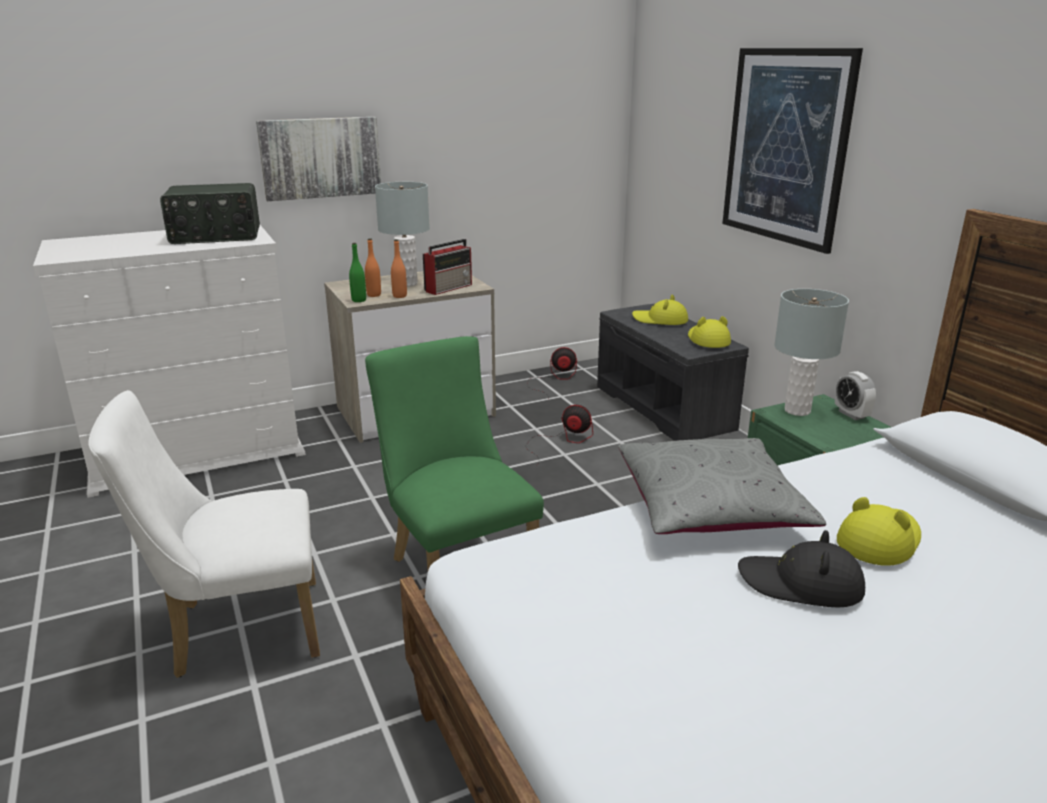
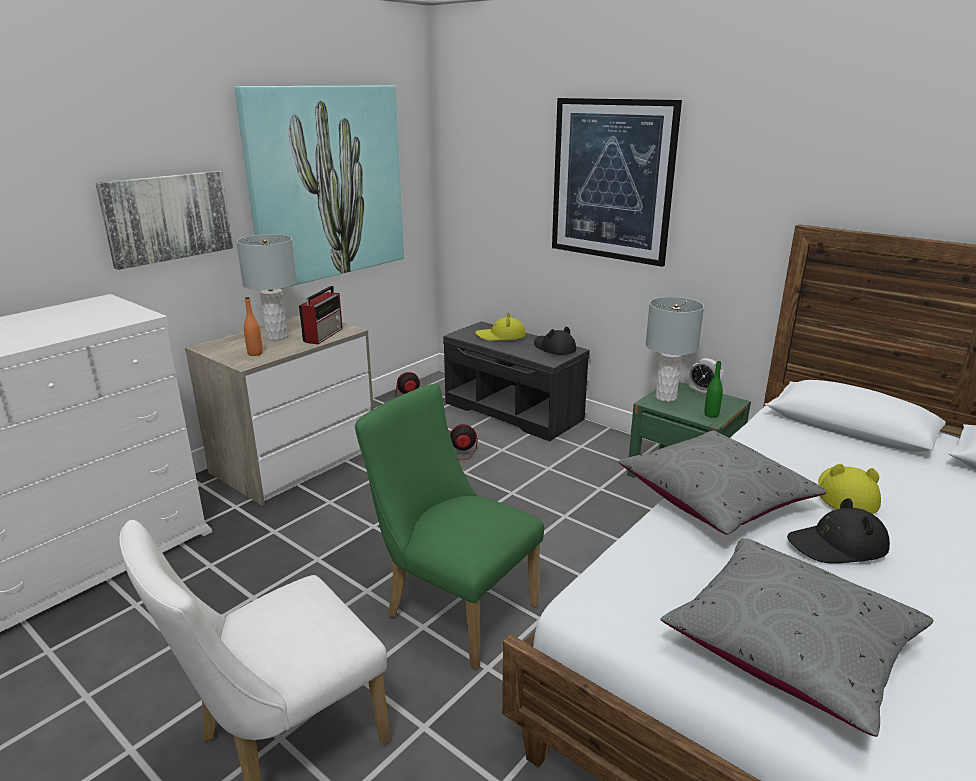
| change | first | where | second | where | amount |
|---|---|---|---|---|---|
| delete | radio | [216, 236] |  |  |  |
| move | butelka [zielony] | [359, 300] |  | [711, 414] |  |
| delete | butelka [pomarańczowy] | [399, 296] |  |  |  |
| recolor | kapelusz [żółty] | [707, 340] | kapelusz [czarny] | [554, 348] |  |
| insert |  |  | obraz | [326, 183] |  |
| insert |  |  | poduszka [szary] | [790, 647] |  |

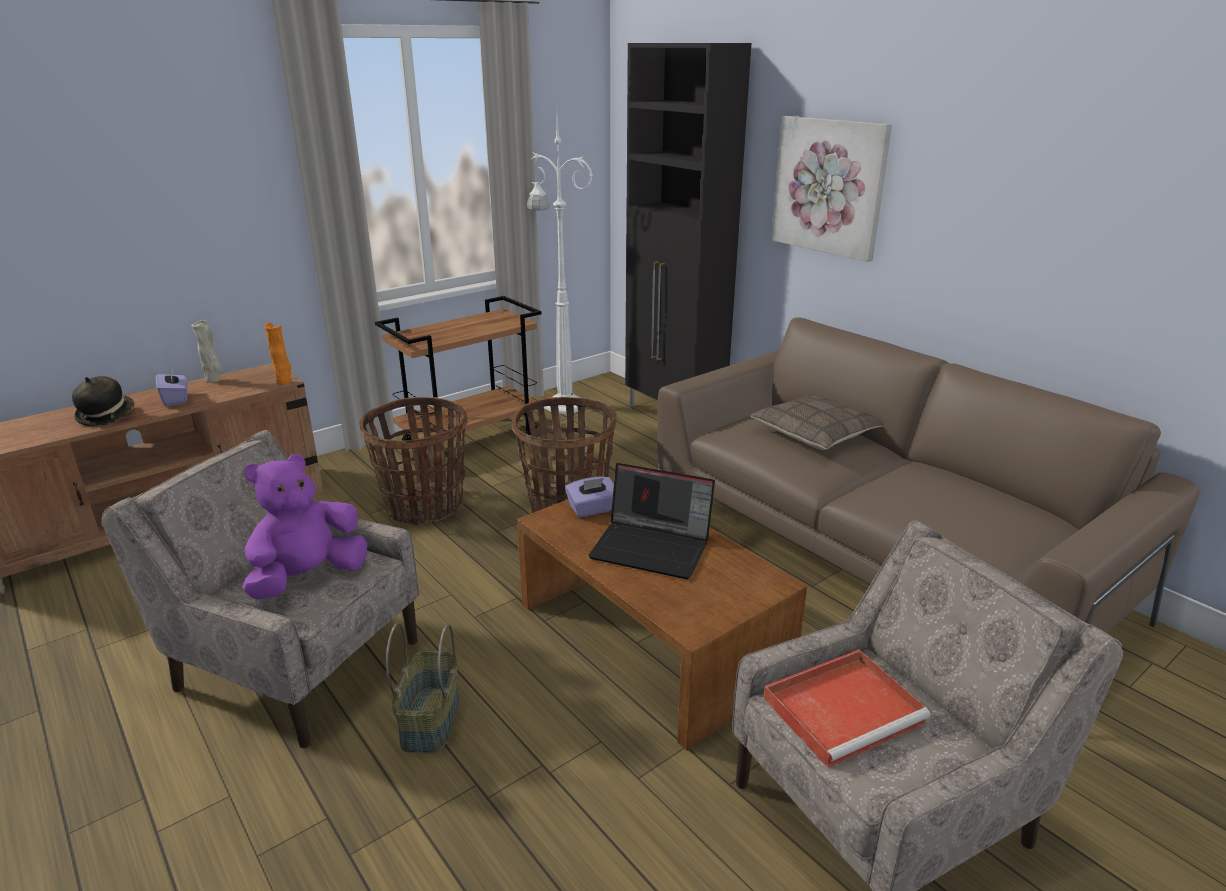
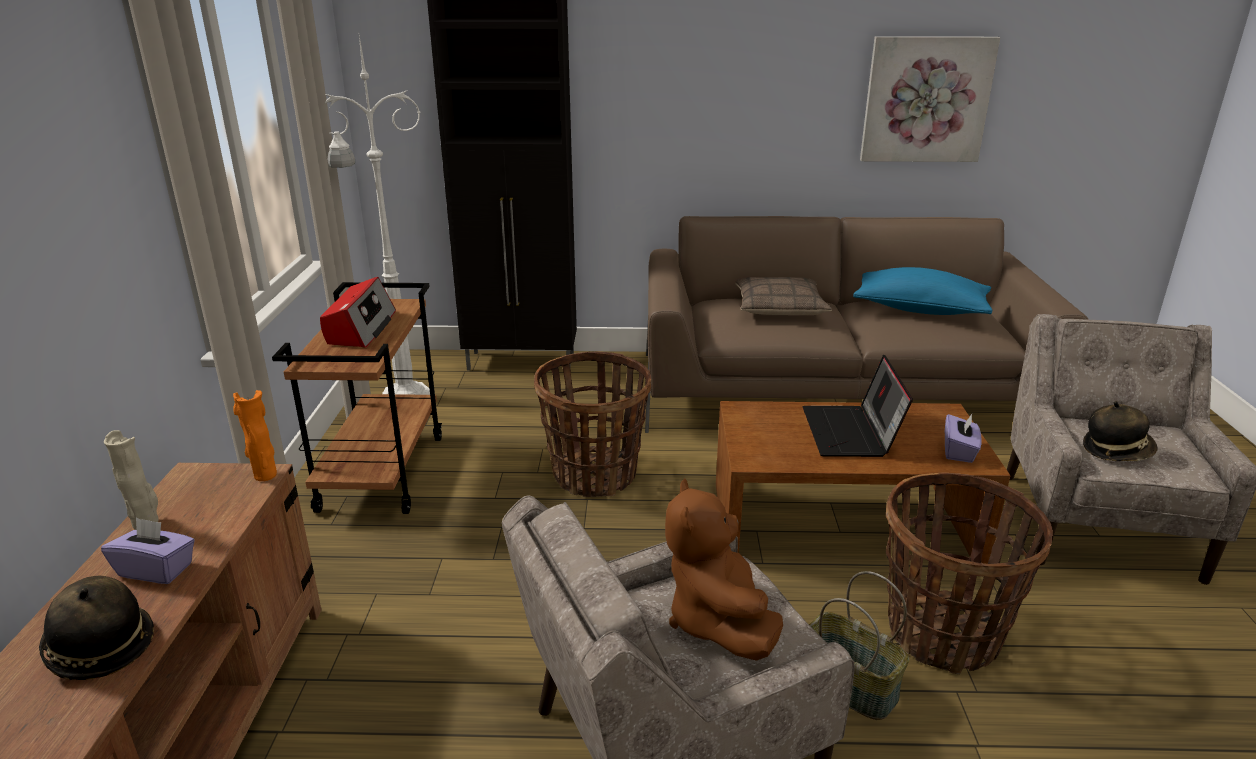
| change | first | where | second | where | amount |
|---|---|---|---|---|---|
| recolor | pluszak [fioletowy] | [308, 578] | pluszak [brązowy] | [717, 621] |  |
| move | koszyk | [424, 507] |  | [943, 633] |  |
| move | pudełko chusteczek [fioletowy] | [592, 509] |  | [959, 451] |  |
| rotate | laptop | [653, 547] |  | [851, 433] | 120 degrees clockwise |
| replace | taca [czerwony] | [845, 709] | kapelusz | [1116, 451] |  |
| move | obraz | [829, 186] |  | [926, 100] |  |
| insert |  |  | radio | [360, 328] |  |
| insert |  |  | poduszka [niebieski] | [920, 310] |  |

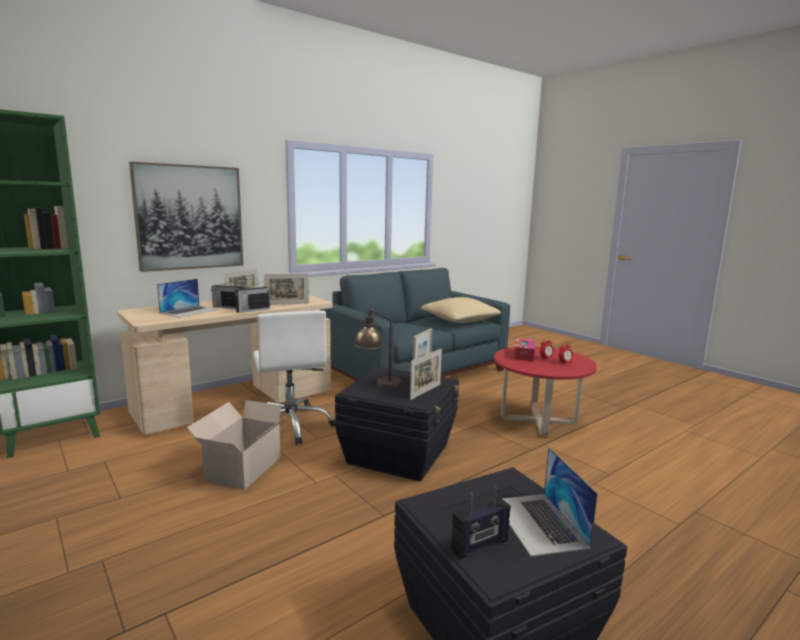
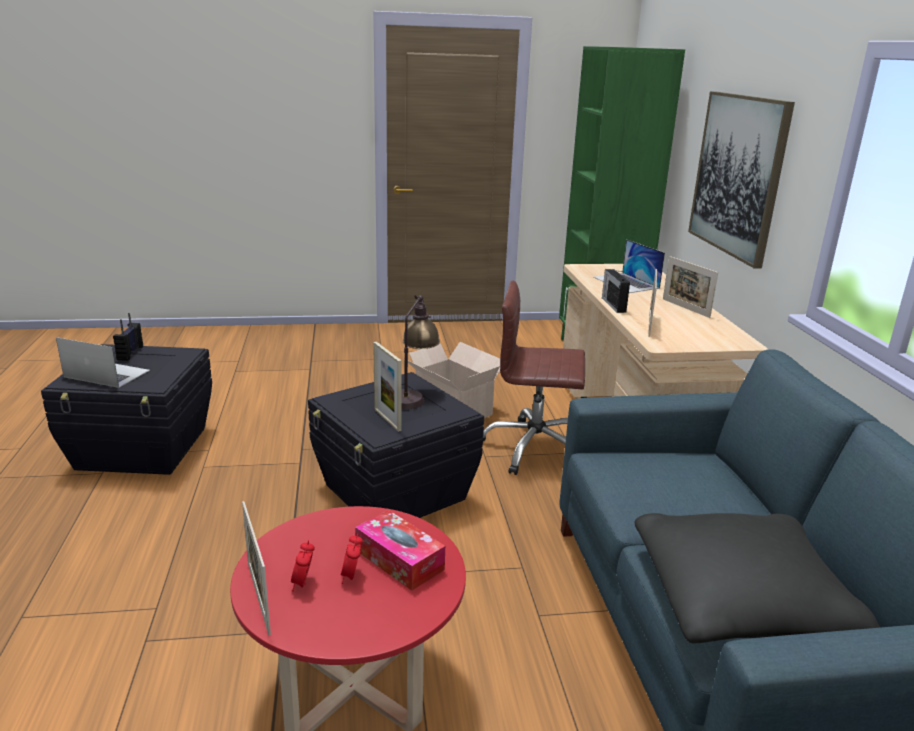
| change | first | where | second | where | amount |
|---|---|---|---|---|---|
| delete | radio | [228, 307] |  |  |  |
| recolor | krzesło biurowe [biały] | [291, 426] | krzesło biurowe [brązowy] | [534, 448] |  |
| move | ramka na zdjęcie | [425, 392] |  | [258, 598] |  |
| recolor | poduszka [beżowy] | [459, 320] | poduszka [czarny] | [740, 600] |  |

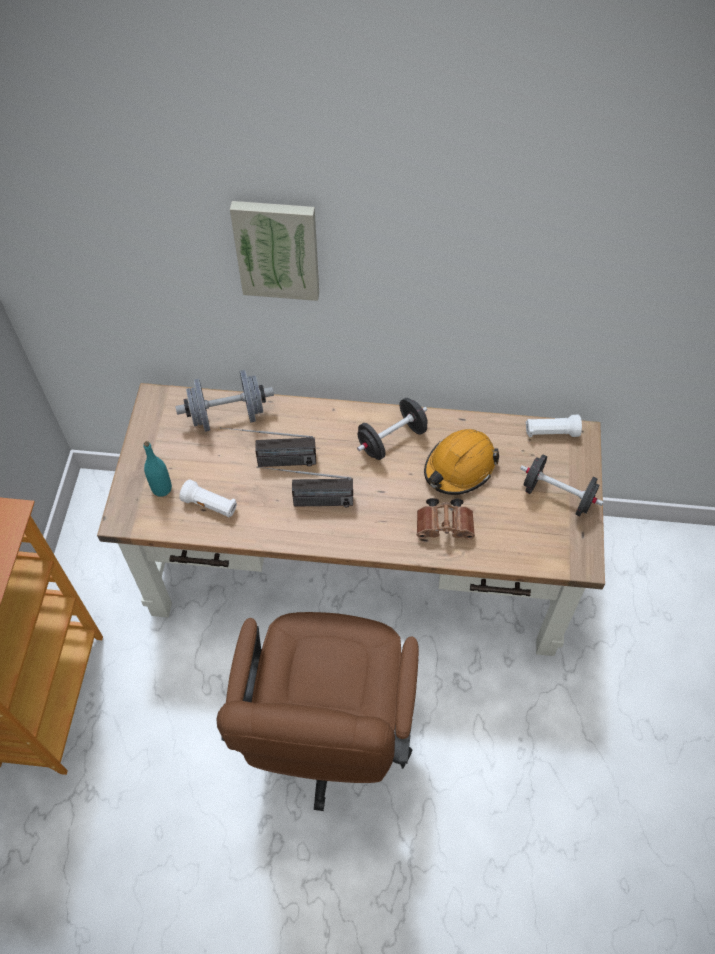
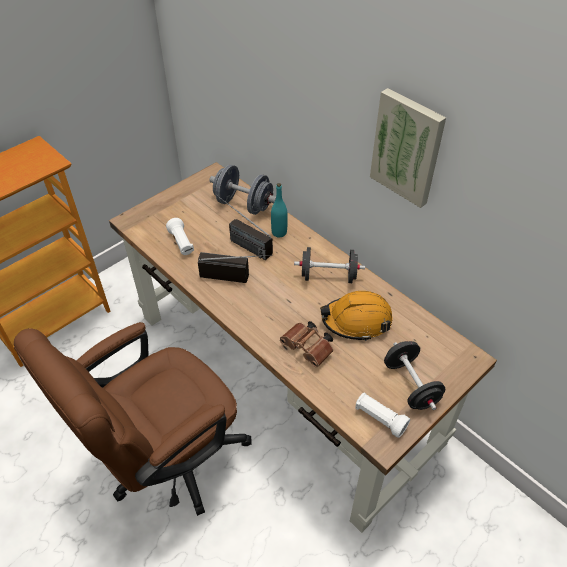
| change | first | where | second | where | amount |
|---|---|---|---|---|---|
| move | butelka [turkusowy] | [162, 488] |  | [279, 232] |  |
| move | obraz | [277, 248] |  | [407, 147] |  |
| rotate | radio | [307, 501] |  | [237, 276] | 150 degrees clockwise |
| move | latarka [biały] | [551, 432] |  | [380, 418] |  |

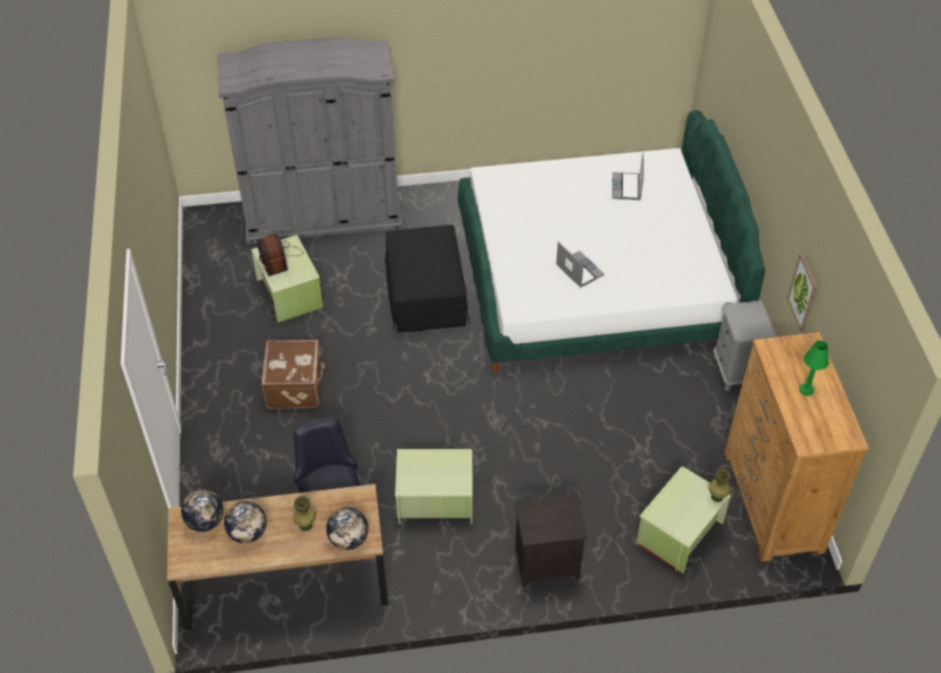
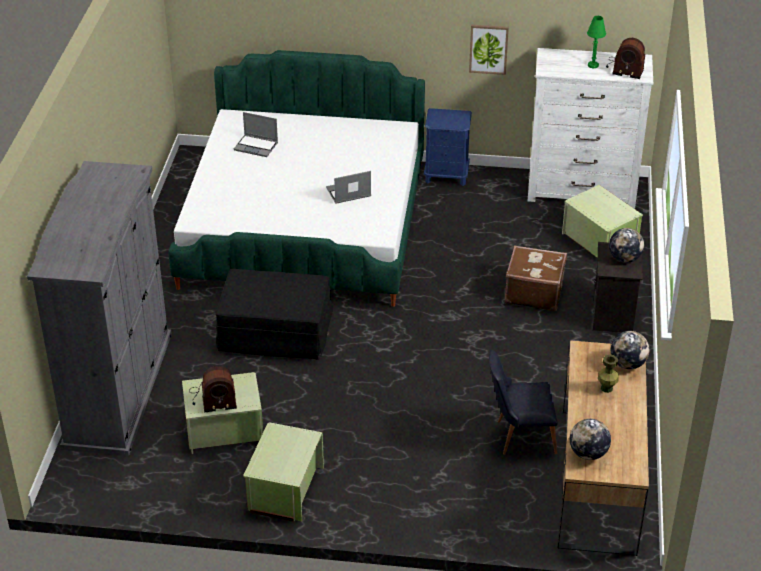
| change | first | where | second | where | amount |
|---|---|---|---|---|---|
| move | globus | [248, 533] |  | [624, 258] |  |
| move | walizka [brązowy] | [296, 386] |  | [533, 292] |  |
| move | pojemnik do przechowywania [zielony] | [435, 499] |  | [284, 489] |  |
| delete | wazon [zielony] | [717, 497] |  |  |  |
| recolor | szafka nocna [szary] | [736, 371] | szafka nocna [niebieski] | [446, 175] |  |
| recolor | komoda [brązowy] | [772, 502] | komoda [biały] | [581, 190] |  |
| insert |  |  | radio | [624, 68] |  |

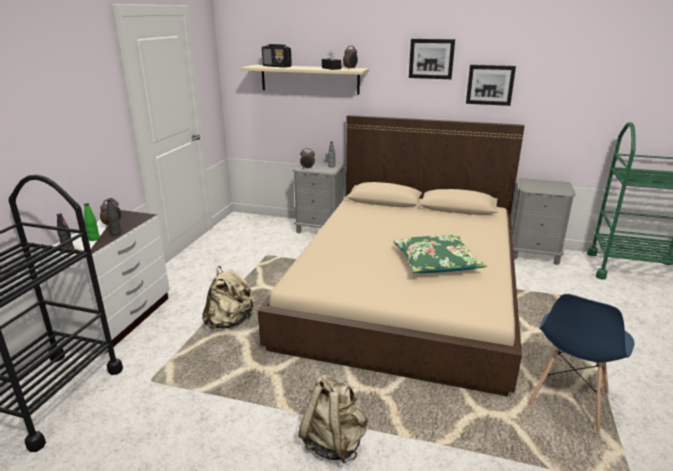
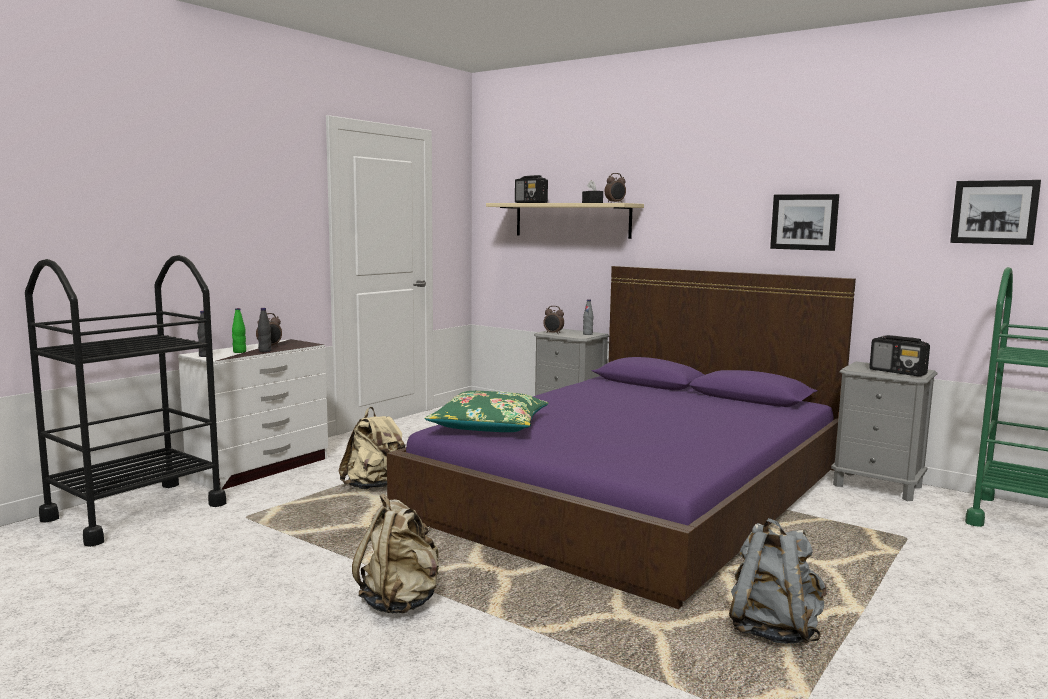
| change | first | where | second | where | amount |
|---|---|---|---|---|---|
| recolor | łóżko [beżowy] | [406, 287] | łóżko [fioletowy] | [636, 490] |  |
| move | poduszka [zielony] | [436, 263] |  | [489, 426] |  |
| move | obraz | [431, 58] |  | [994, 212] |  |
| replace | krzesło [niebieski] | [568, 399] | plecak [szary] | [773, 630] |  |
| insert |  |  | radio | [898, 372] |  |

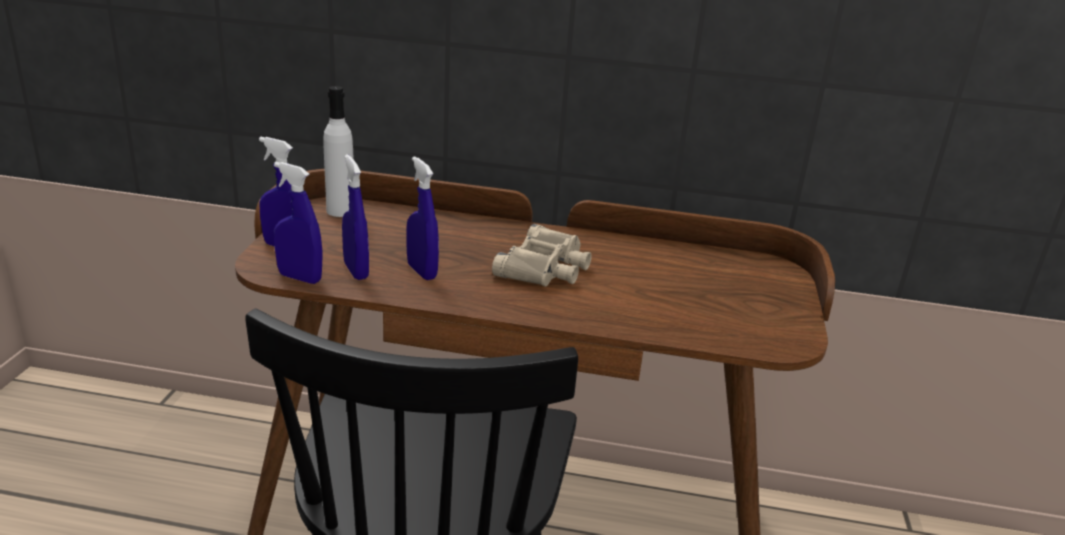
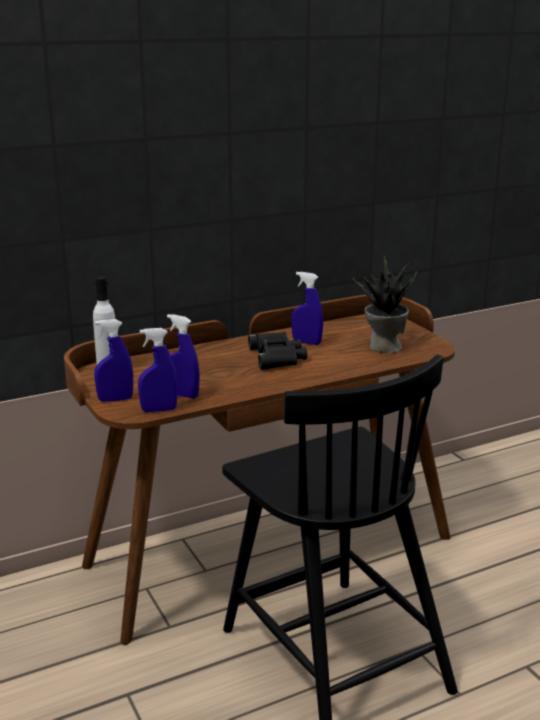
| change | first | where | second | where | amount |
|---|---|---|---|---|---|
| move | spryskiwacz [niebieski] | [422, 271] |  | [306, 343] |  |
| recolor | lornetka [beżowy] | [545, 267] | lornetka [czarny] | [277, 357] |  |
| insert |  |  | roślina doniczkowa | [384, 347] |  |

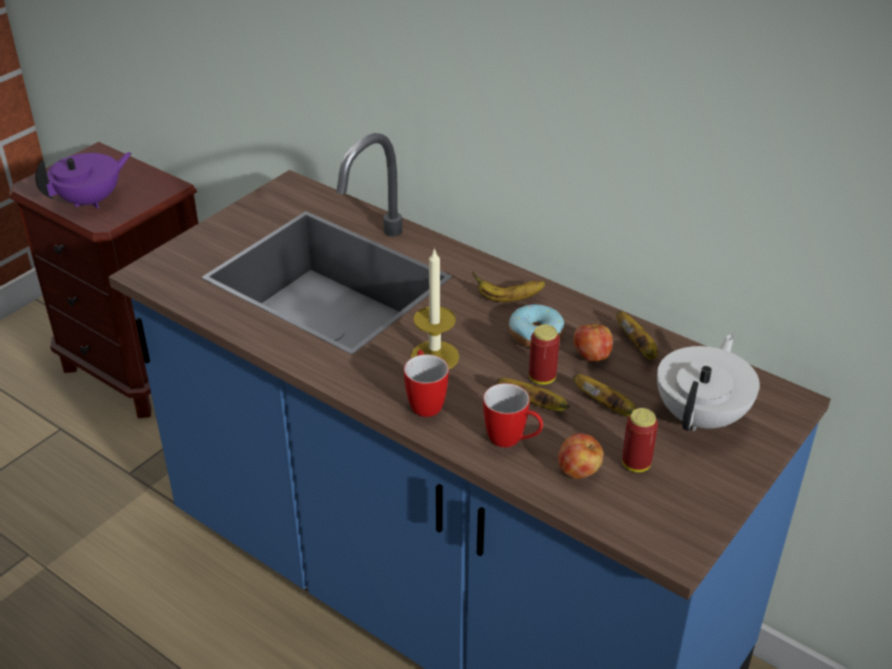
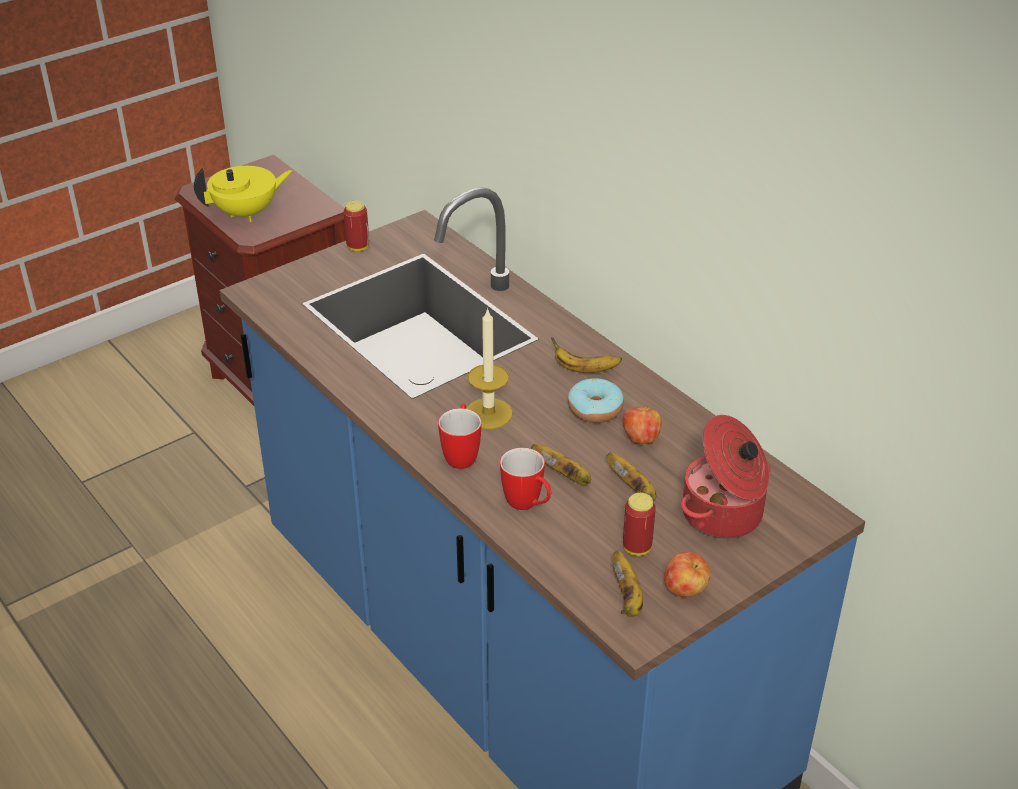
| change | first | where | second | where | amount |
|---|---|---|---|---|---|
| recolor | imbryk [fioletowy] | [91, 201] | imbryk [żółty] | [247, 213] |  |
| move | puszka | [542, 378] |  | [358, 247] |  |
| move | jabłko | [579, 471] |  | [685, 590] |  |
| move | banan | [638, 347] |  | [627, 597] |  |
| replace | imbryk [biały] | [702, 416] | garnek | [724, 515] |  |

